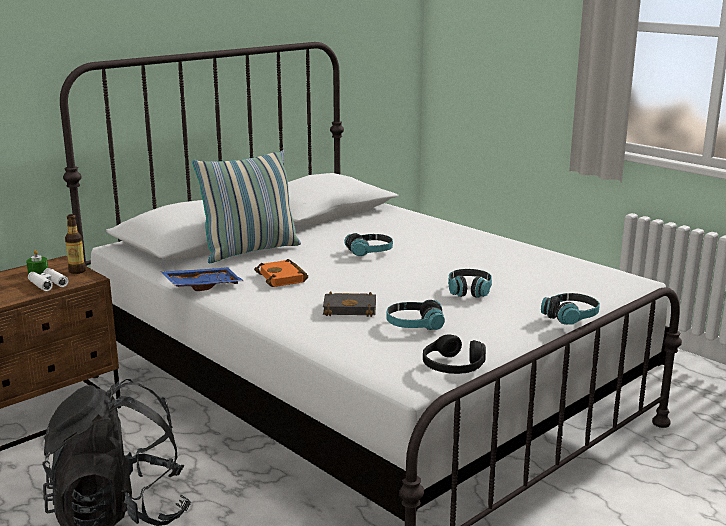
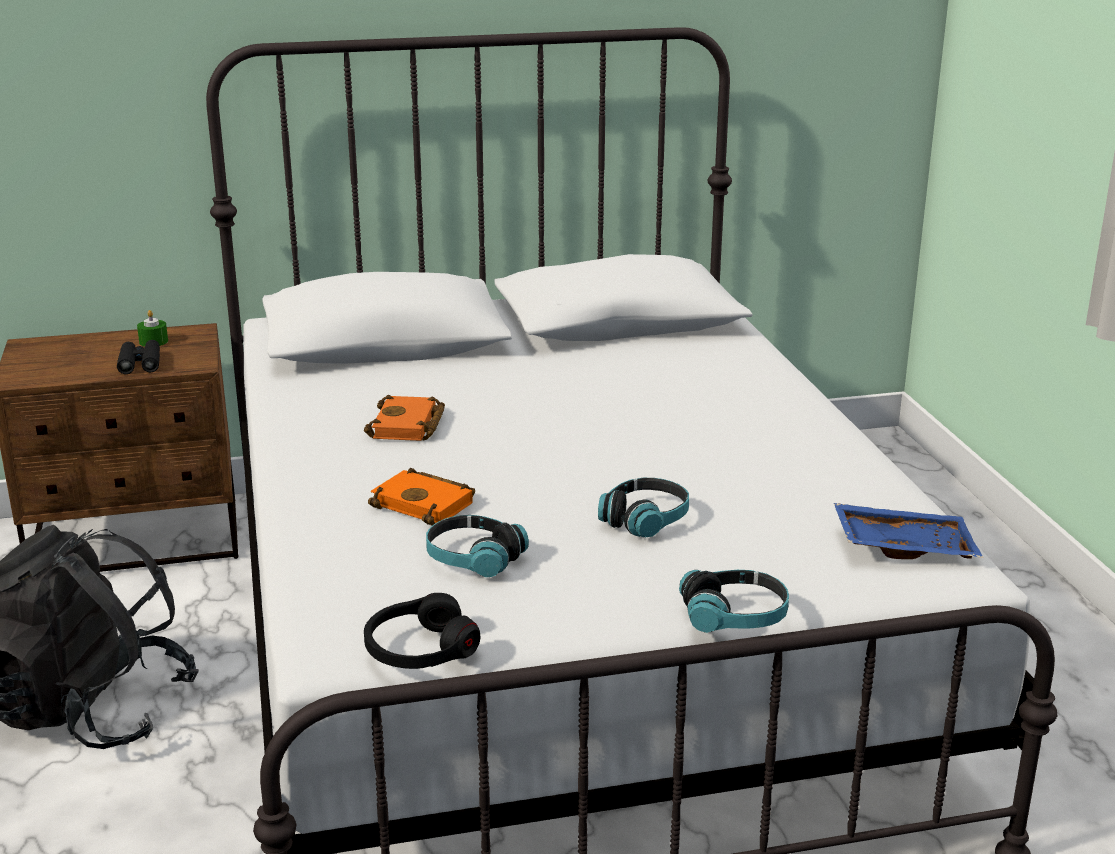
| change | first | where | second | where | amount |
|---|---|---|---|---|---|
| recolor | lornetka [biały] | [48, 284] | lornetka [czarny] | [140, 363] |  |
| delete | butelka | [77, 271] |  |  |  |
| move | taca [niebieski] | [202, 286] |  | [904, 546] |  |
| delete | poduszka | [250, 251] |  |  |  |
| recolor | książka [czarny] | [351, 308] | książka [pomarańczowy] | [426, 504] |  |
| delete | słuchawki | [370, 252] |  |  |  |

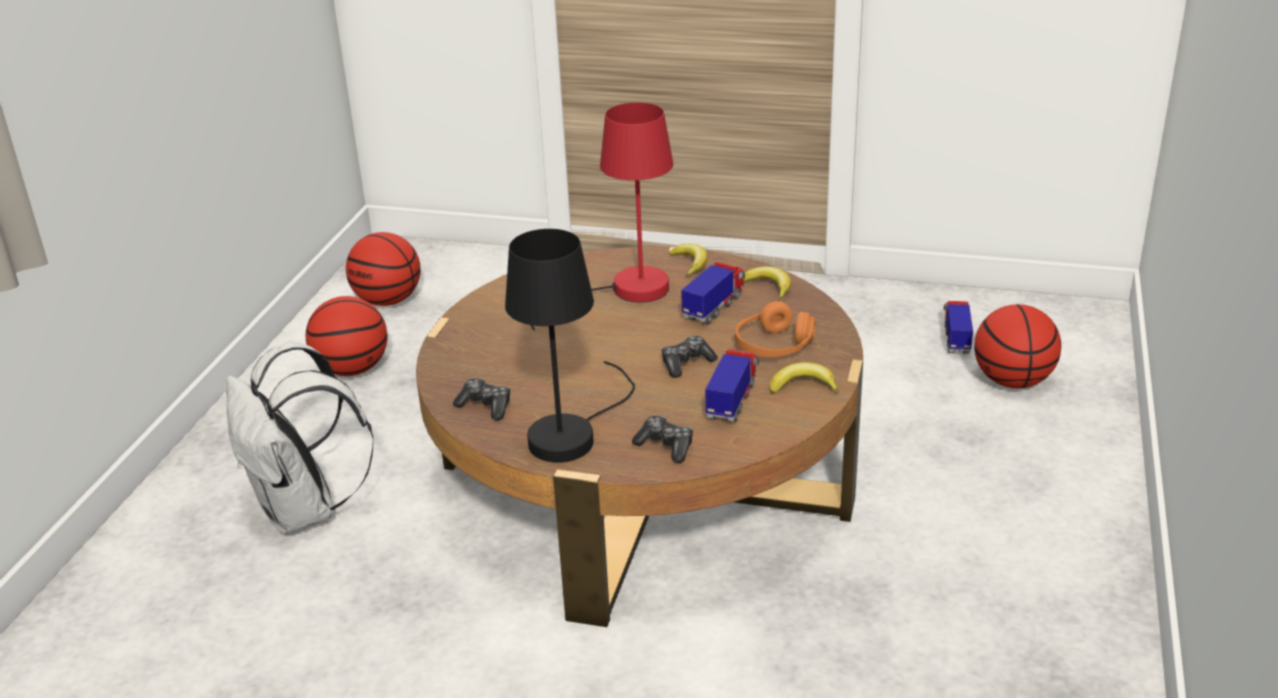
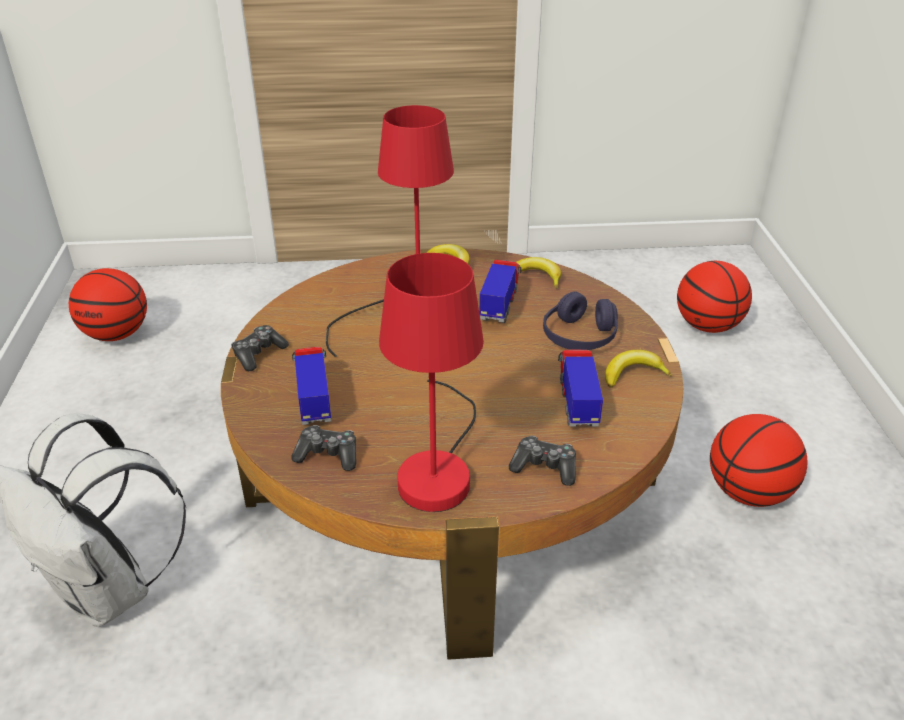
| change | first | where | second | where | amount |
|---|---|---|---|---|---|
| move | piłka do koszykówki | [352, 370] |  | [748, 493] |  |
| recolor | lampa stołowa [czarny] | [572, 432] | lampa stołowa [czerwony] | [439, 469] |  |
| move | pad do gier | [686, 363] |  | [258, 354] |  |
| recolor | słuchawki [pomarańczowy] | [774, 346] | słuchawki [fioletowy] | [579, 336] |  |
| move | ciężarówka zabawkowa | [956, 339] |  | [314, 400] |  |

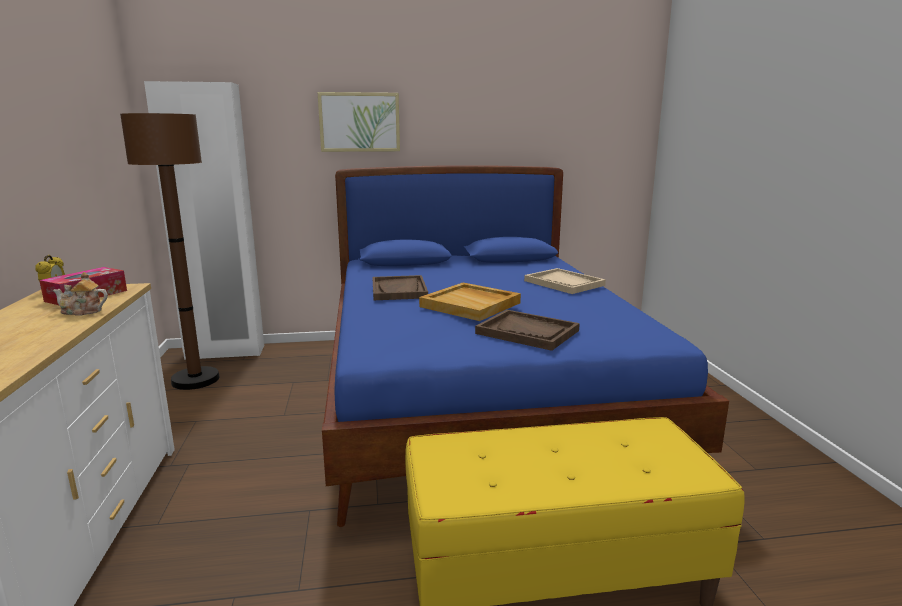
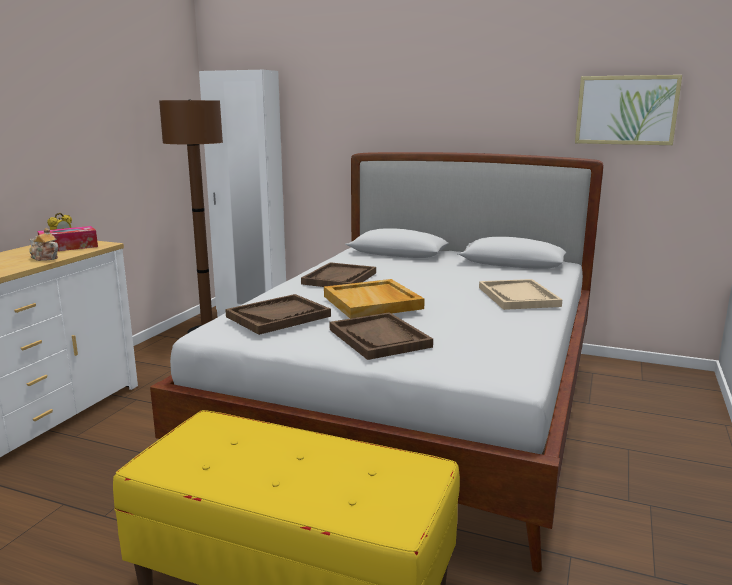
| change | first | where | second | where | amount |
|---|---|---|---|---|---|
| move | obraz | [359, 122] |  | [626, 110] |  |
| recolor | łóżko [niebieski] | [479, 400] | łóżko [biały] | [417, 409] |  |
| insert |  |  | taca [brązowy] | [278, 316] |  |

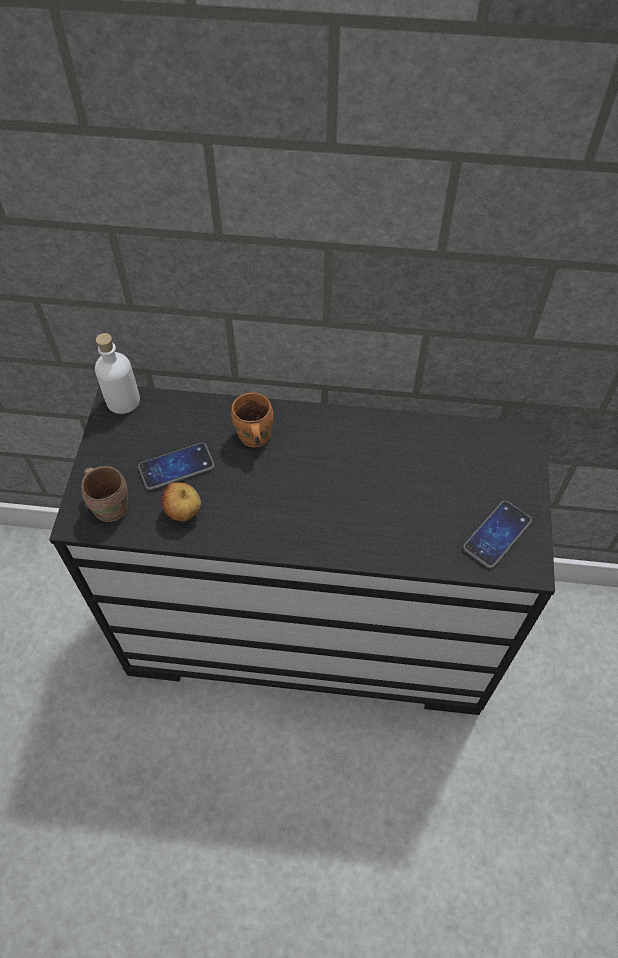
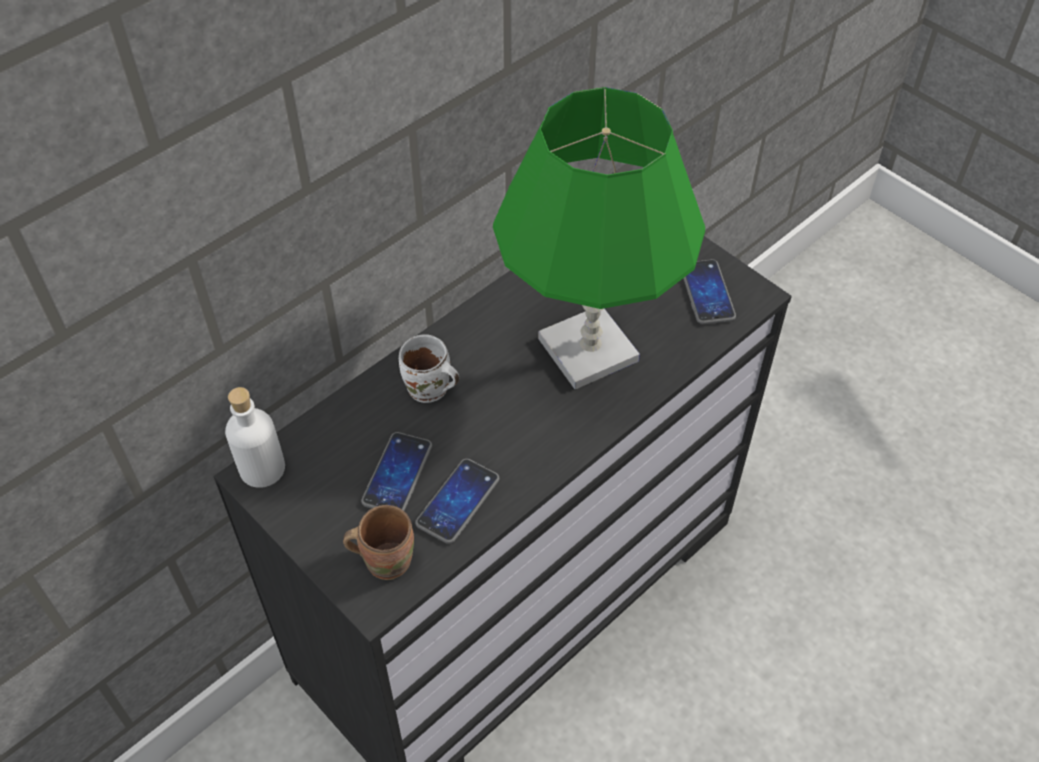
| change | first | where | second | where | amount |
|---|---|---|---|---|---|
| replace | jabłko | [184, 512] | telefon | [458, 501] |  |
| recolor | kubek [pomarańczowy] | [253, 438] | kubek [biały] | [429, 391] |  |
| insert |  |  | lampa stołowa [zielony] | [589, 350] |  |

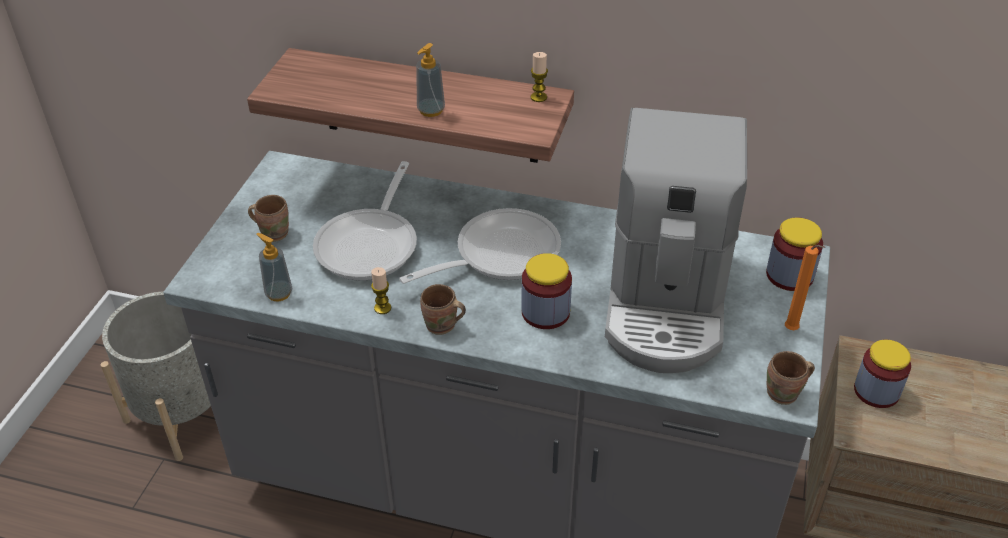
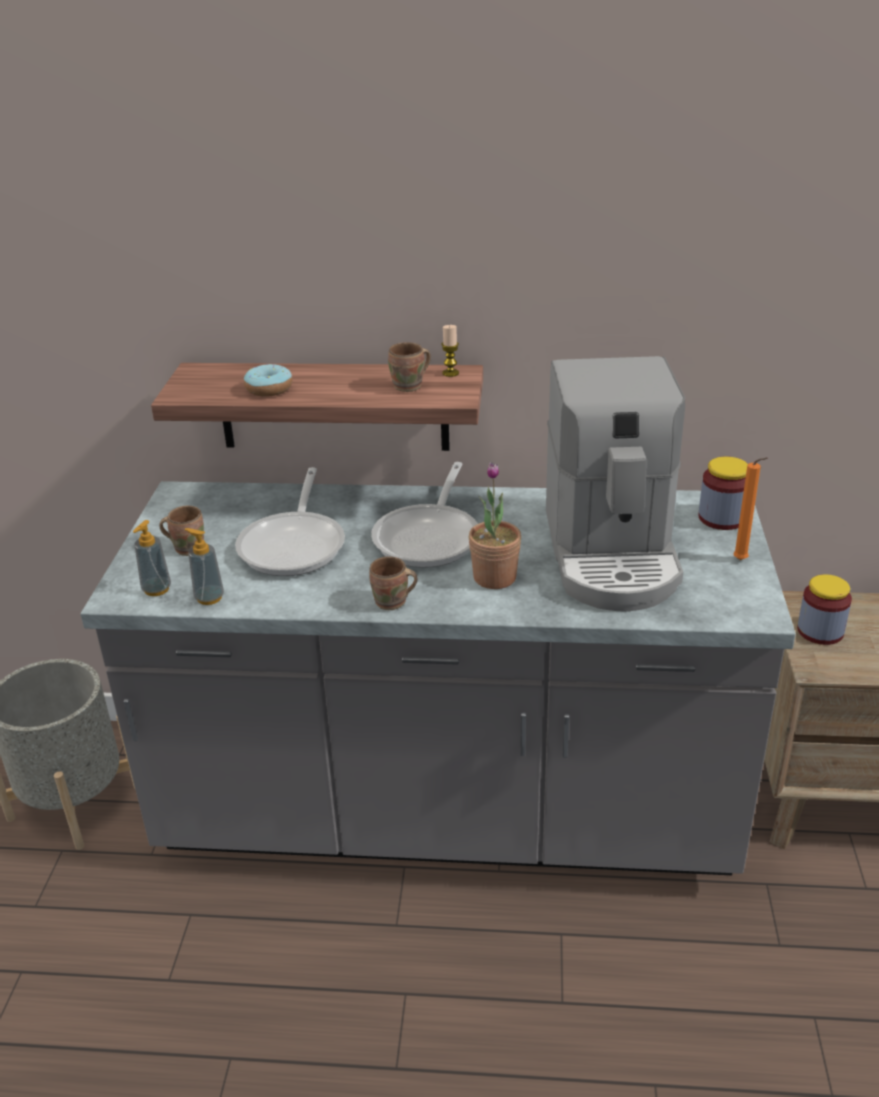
| change | first | where | second | where | amount |
|---|---|---|---|---|---|
| delete | świeca | [382, 308] |  |  |  |
| rotate | patelnia | [498, 254] |  | [430, 537] | 150 degrees clockwise |
| move | dozownik mydła | [431, 110] |  | [156, 589] |  |
| replace | słoik | [545, 312] | roślina doniczkowa | [494, 577] |  |
| move | kubek [brązowy] | [785, 394] |  | [410, 387] |  |
| insert |  |  | donut | [269, 389] |  |

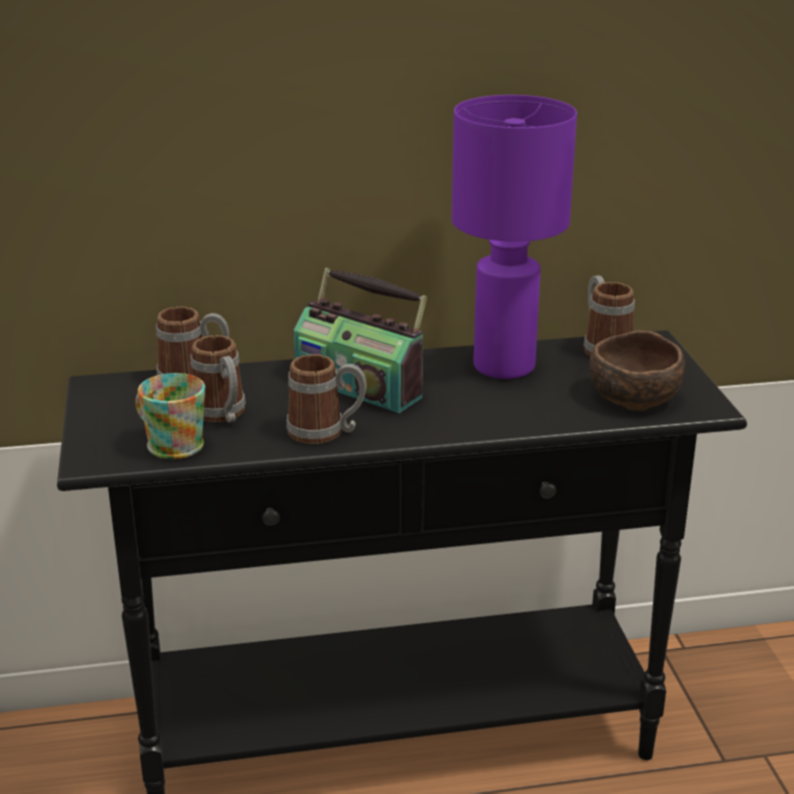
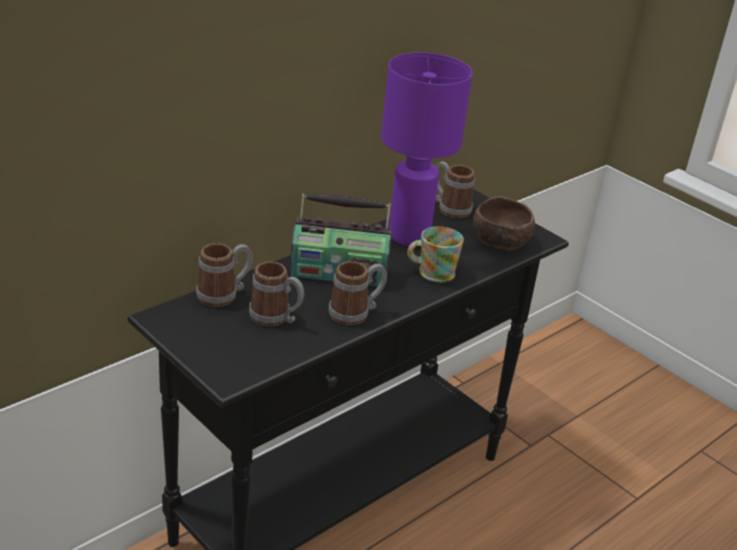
| change | first | where | second | where | amount |
|---|---|---|---|---|---|
| move | kubek | [170, 443] |  | [431, 272] |  |

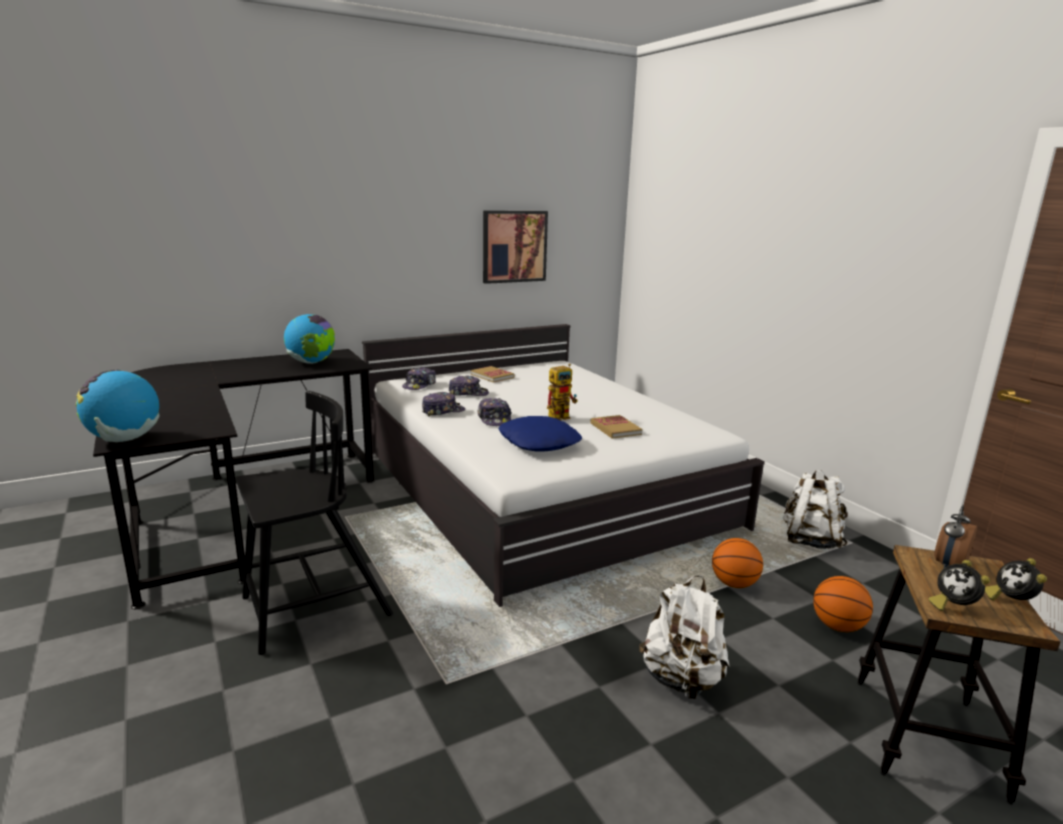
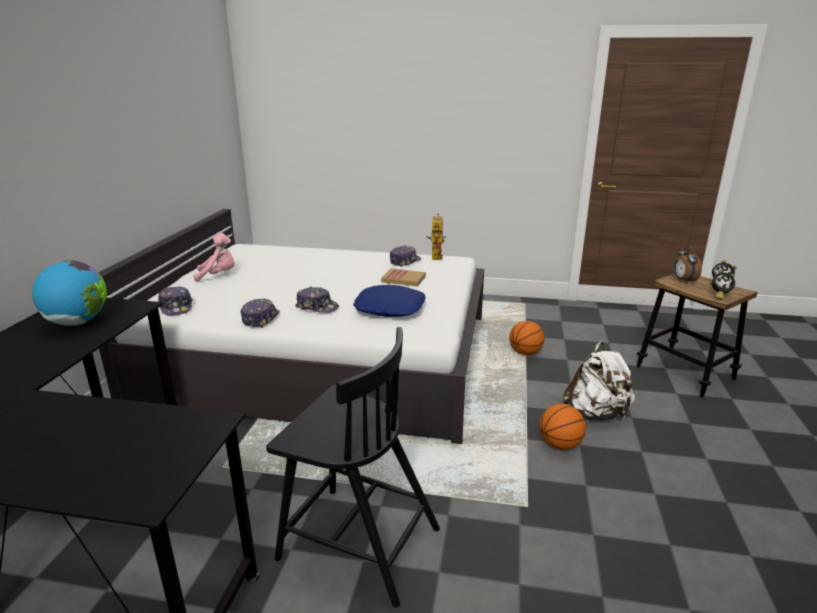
| change | first | where | second | where | amount |
|---|---|---|---|---|---|
| delete | globus | [125, 439] |  |  |  |
| rotate | krzesło [czarny] | [313, 608] |  | [356, 542] | 105 degrees clockwise |
| move | czapka z daszkiem | [468, 393] |  | [405, 261] |  |
| replace | książka | [492, 376] | pluszak [różowy] | [218, 275] |  |
| delete | obraz | [514, 246] |  |  |  |
| move | robot zabawkowy | [561, 416] |  | [435, 256] |  |
| delete | plecak [biały] | [810, 540] |  |  |  |
| move | piłka do koszykówki | [837, 626] |  | [559, 444] |  |

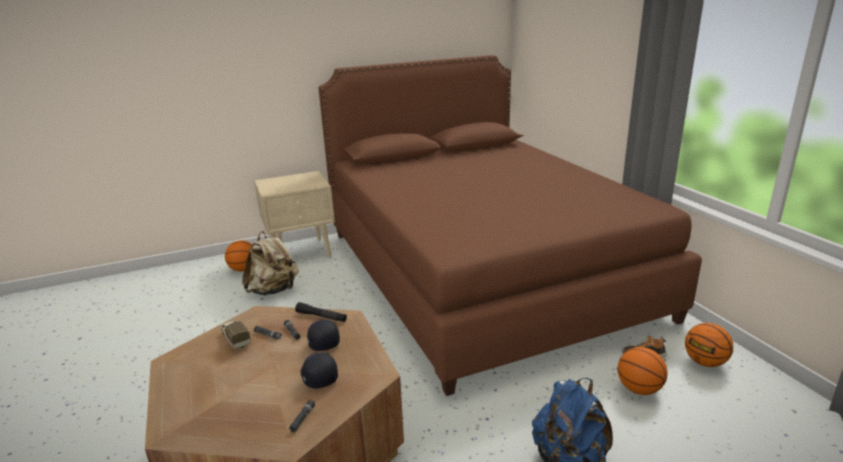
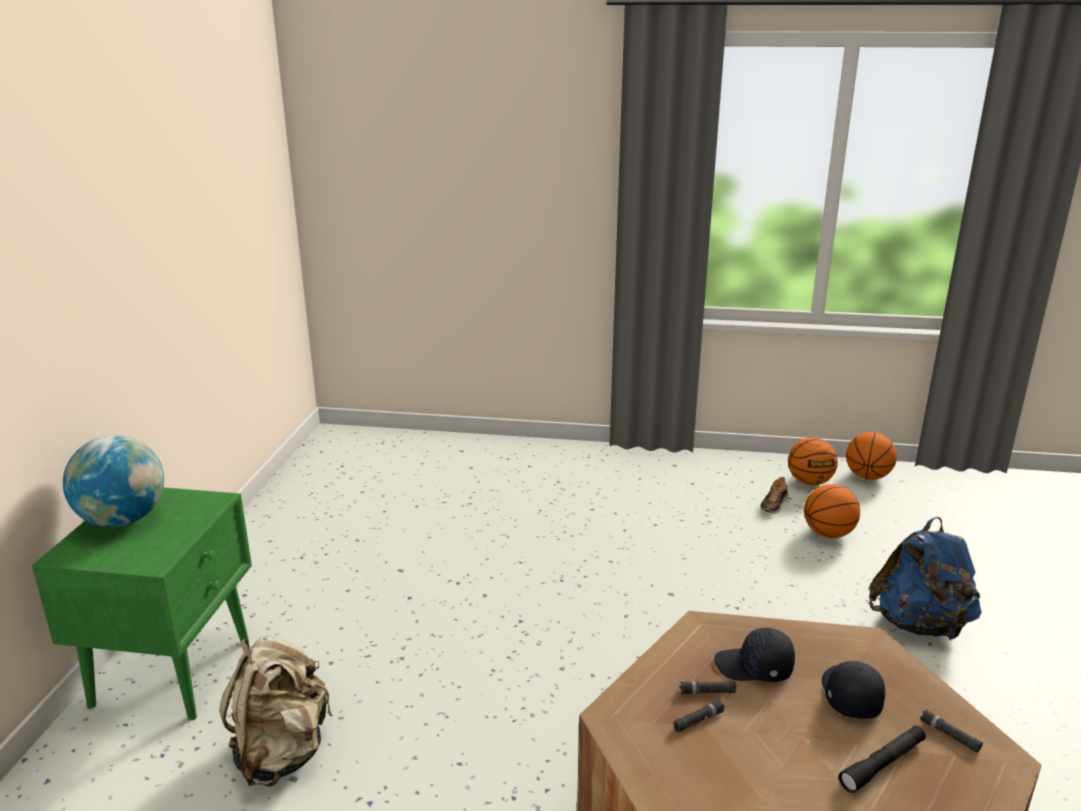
| change | first | where | second | where | amount |
|---|---|---|---|---|---|
| delete | ciężarówka zabawkowa | [236, 339] |  |  |  |
| move | piłka do koszykówki | [243, 269] |  | [867, 476] |  |
| recolor | szafka nocna [beżowy] | [302, 252] | szafka nocna [zielony] | [174, 671] |  |
| move | latarka [czarny] | [321, 317] |  | [882, 764] |  |
| rotate | czapka z daszkiem [czarny] | [318, 376] |  | [849, 696] | 90 degrees clockwise |
| delete | łóżko [brązowy] | [481, 272] |  |  |  |
| insert |  |  | globus | [123, 520] |  |

